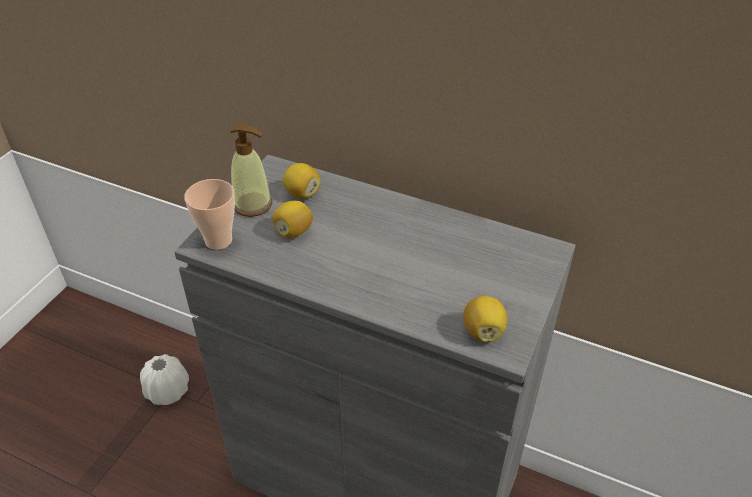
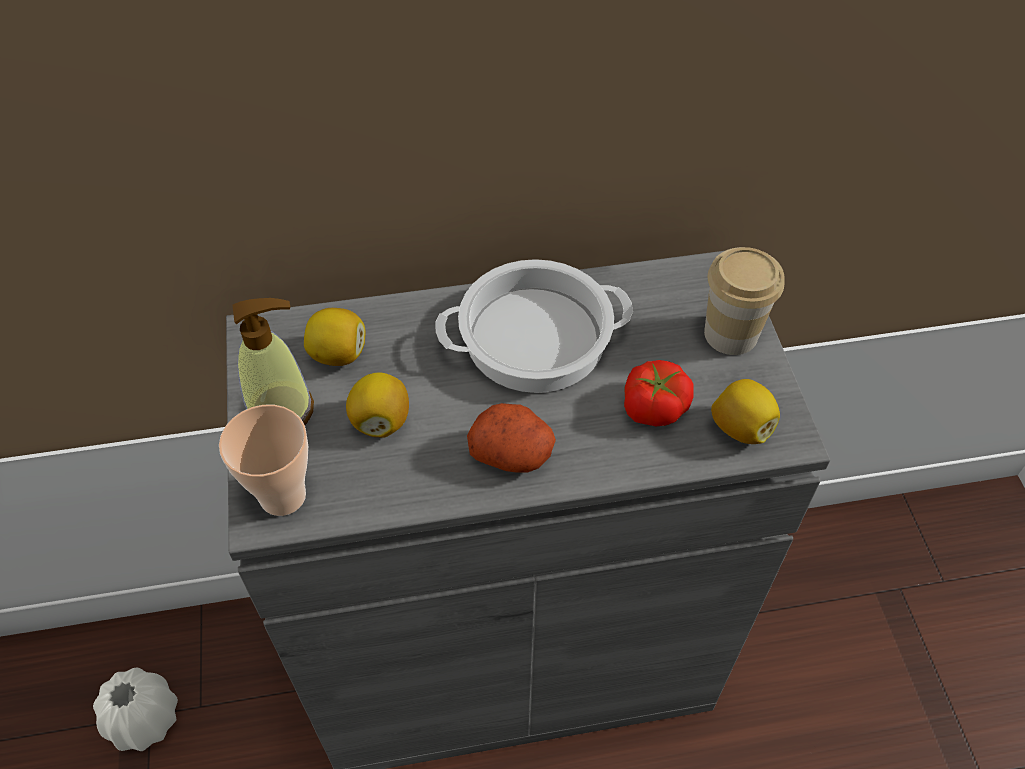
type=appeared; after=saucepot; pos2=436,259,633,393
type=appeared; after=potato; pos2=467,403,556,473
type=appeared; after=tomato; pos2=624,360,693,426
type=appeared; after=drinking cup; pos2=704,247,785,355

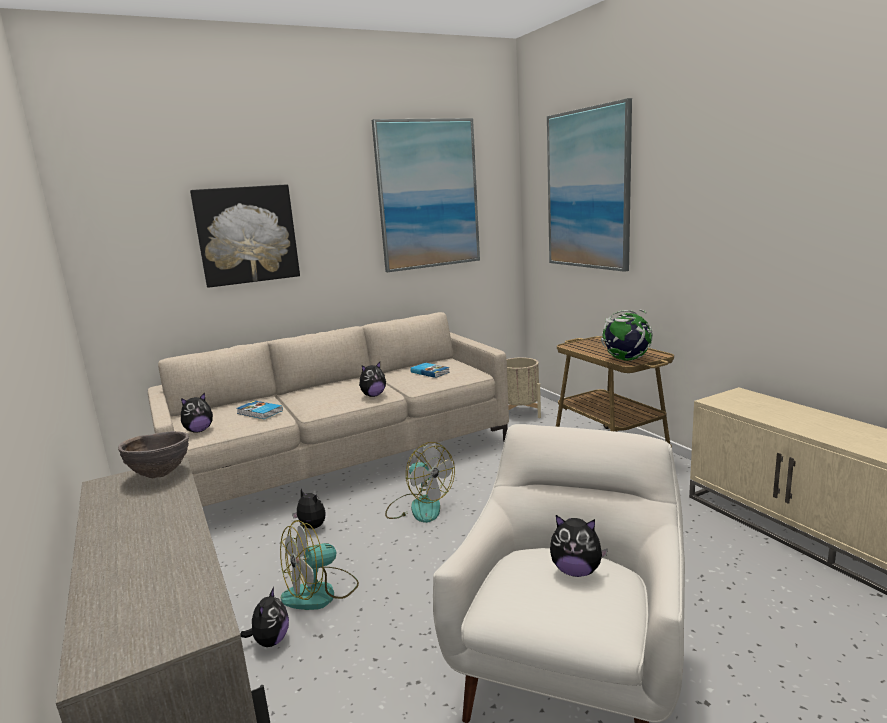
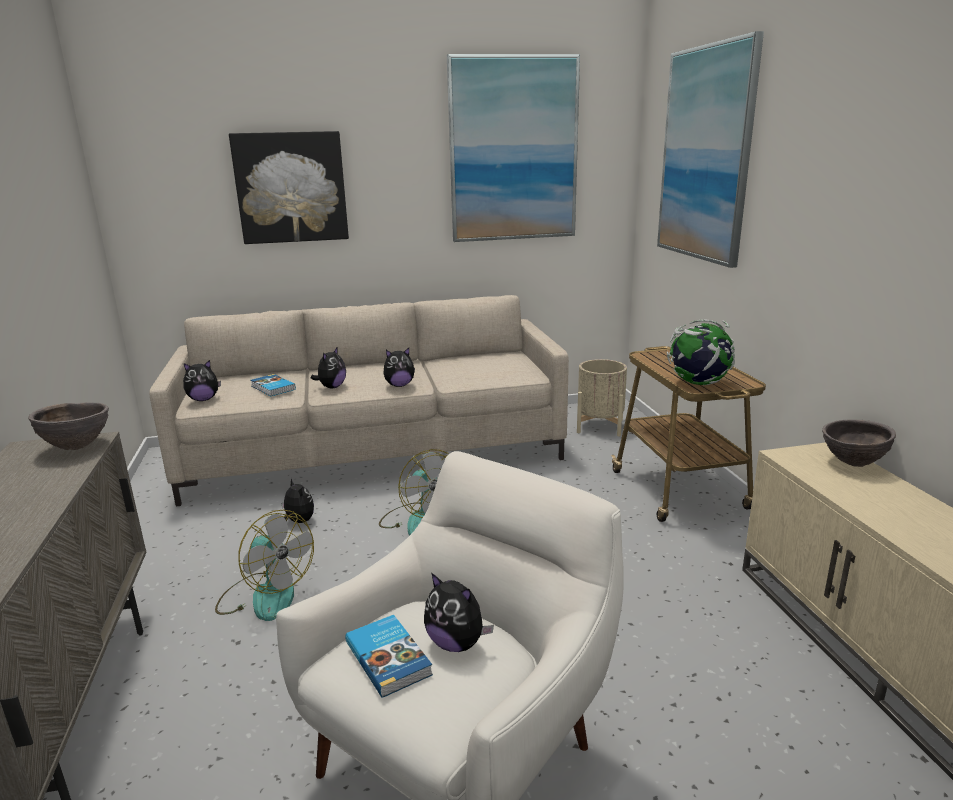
type=relocated; before=soft toy; pos1=240,587,289,647; pos2=311,346,346,388
type=spun; before=electric fan; pos1=280,520,359,610; pos2=215,510,314,621; turn=-120
type=relocated; before=bound book; pos1=410,363,450,378; pos2=345,615,433,698
type=appeared; after=brown-coloured bowl; pos2=822,419,896,467

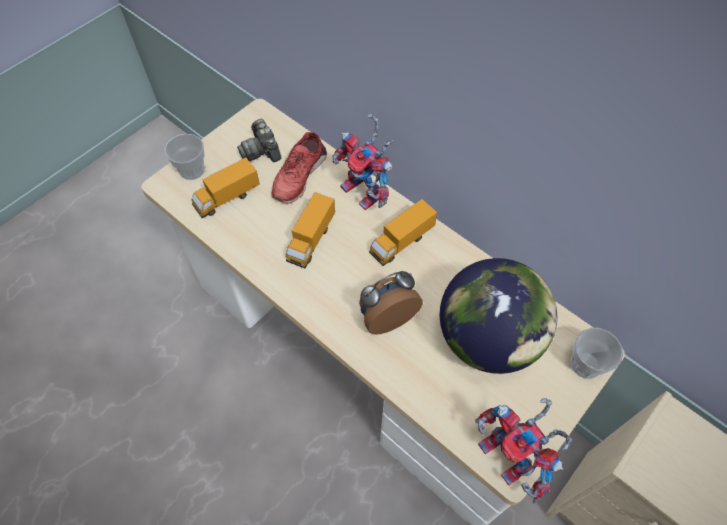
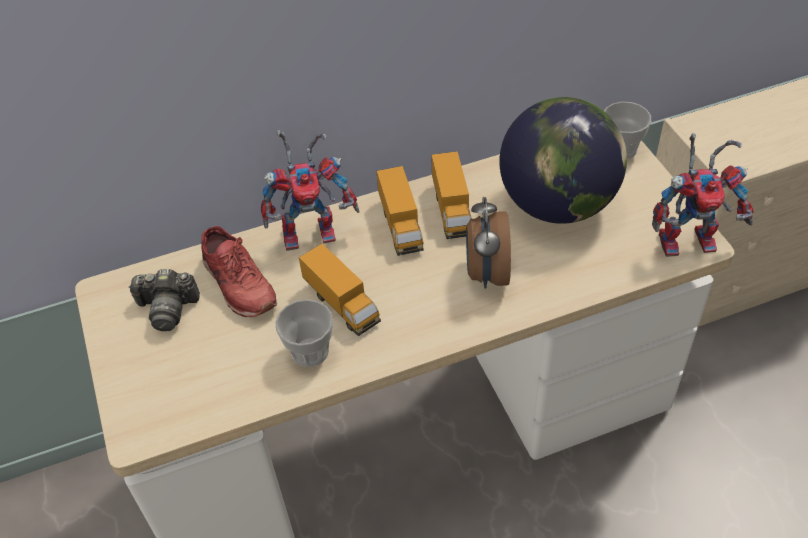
type=relocated; before=drinking cup; pos1=165,134,205,180; pos2=275,299,333,367
type=relocated; before=toy lorry; pos1=192,157,260,218; pos2=431,151,471,239

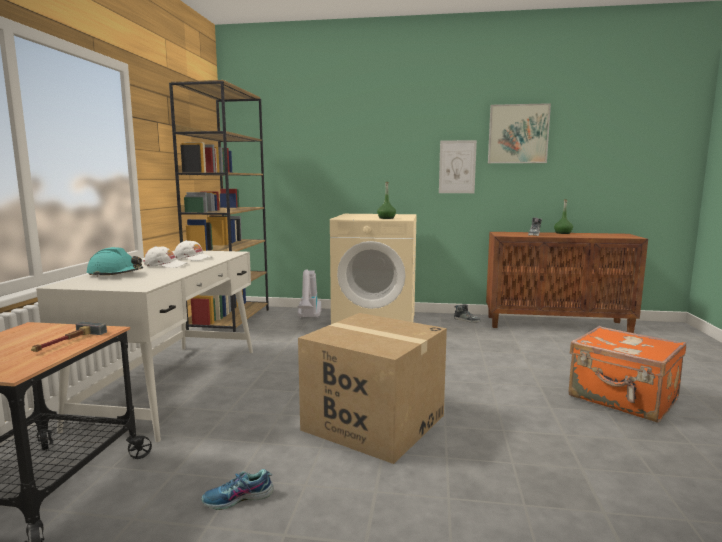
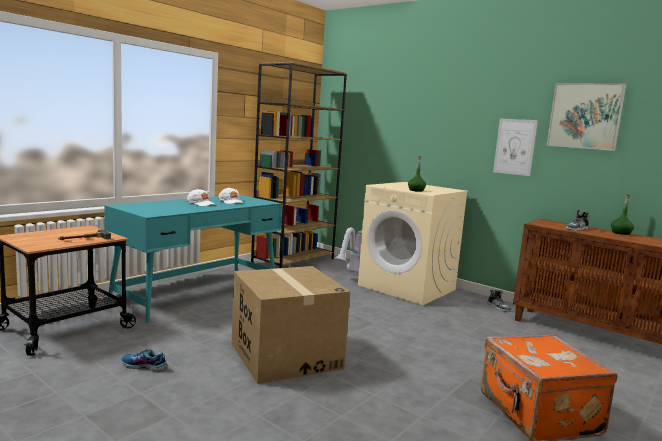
type=colour; before=white-coloured desk table; after=turquoise-coloured desk table; pos1=36,251,253,442; pos2=104,195,282,323
type=missing; before=turquoise-coloured hard hat; pos1=86,247,143,277

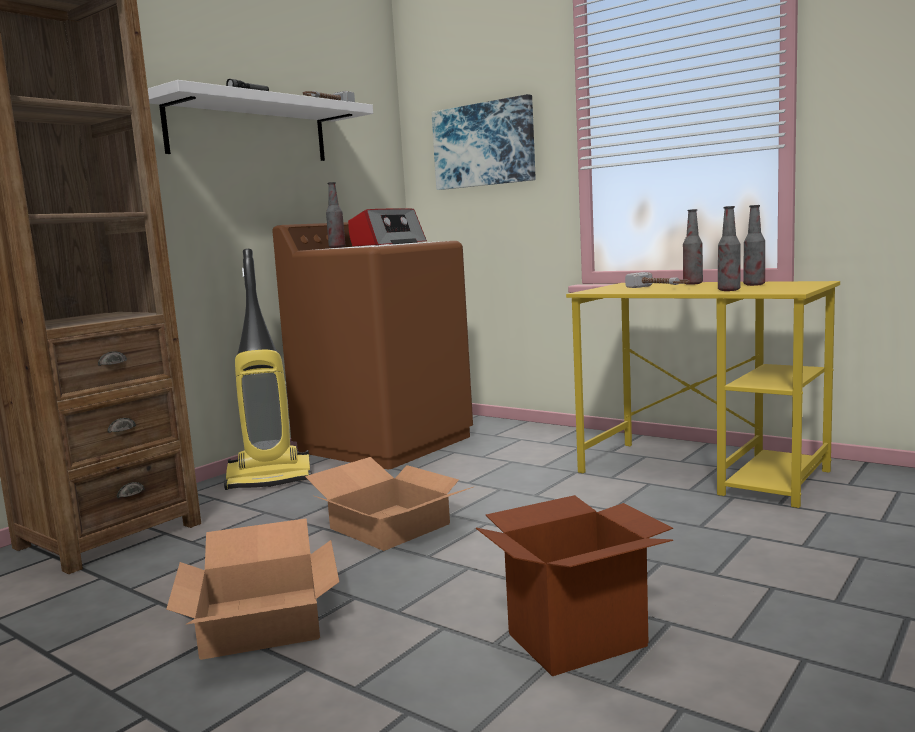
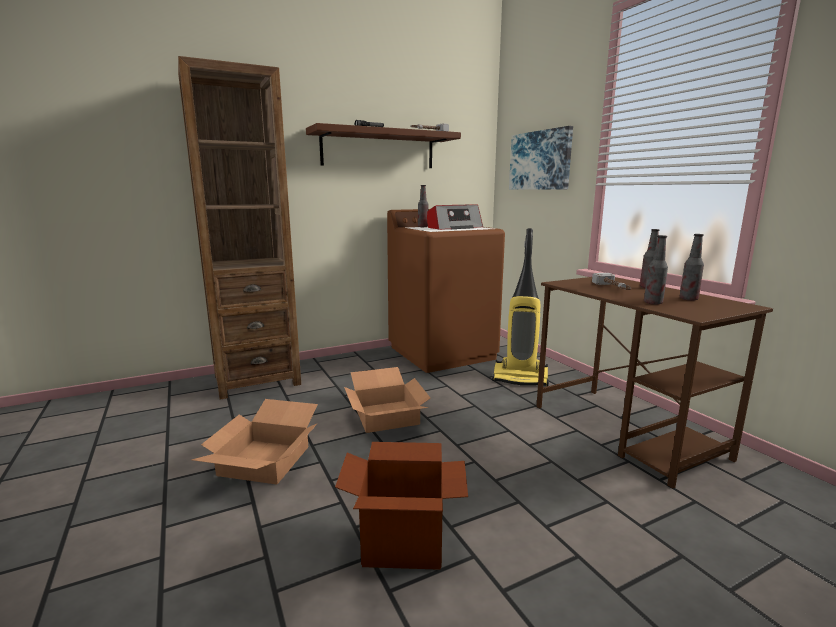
type=colour; before=white-coloured wall shelf; after=brown-coloured wall shelf; pos1=148,80,373,161; pos2=306,123,461,168
type=relocated; before=hoover; pos1=224,249,312,490; pos2=492,228,549,386
type=colour; before=yellowish desk table; after=brown-coloured desk table; pos1=566,281,840,508; pos2=537,277,773,489

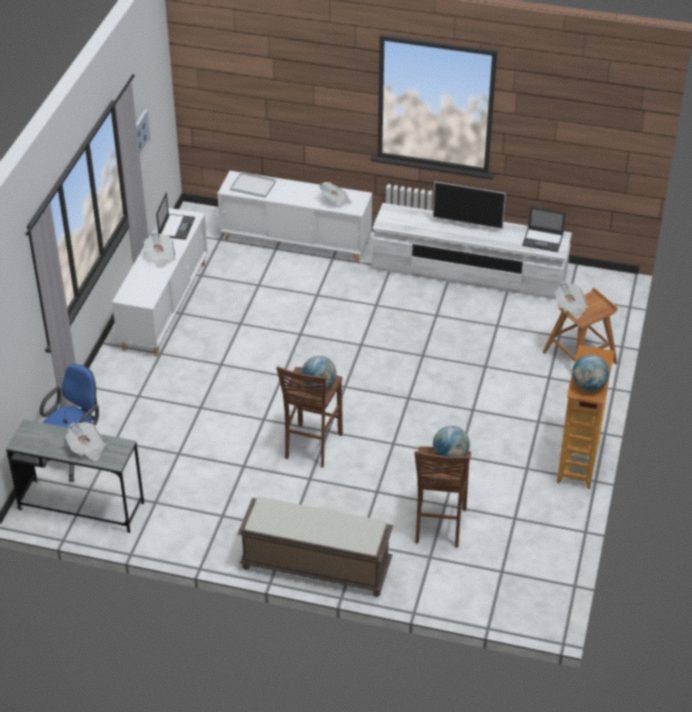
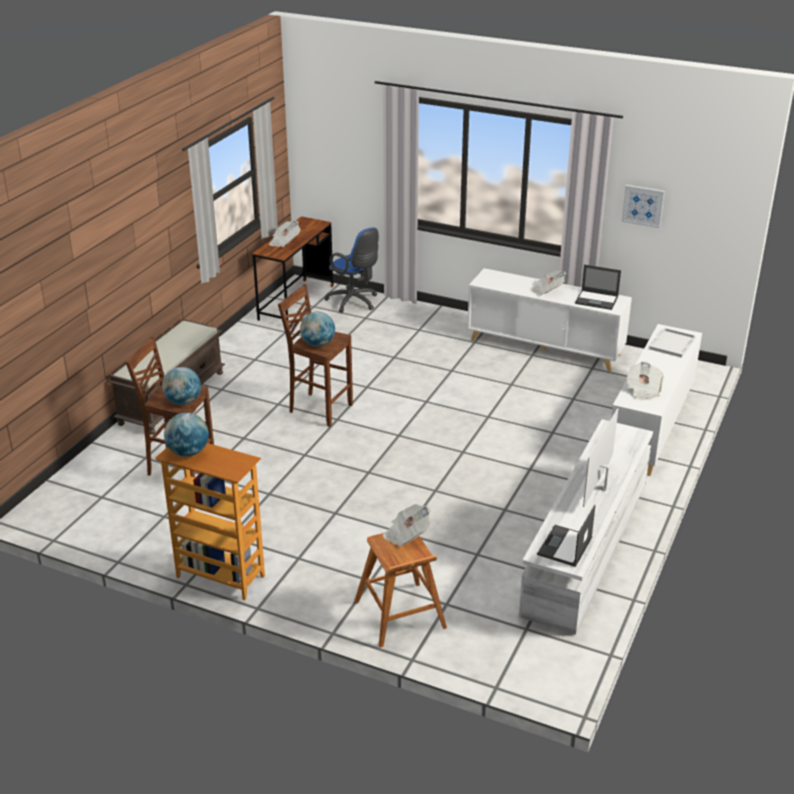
type=colour; before=grey desk table; after=brown-coloured desk table; pos1=6,419,144,533; pos2=252,216,334,326

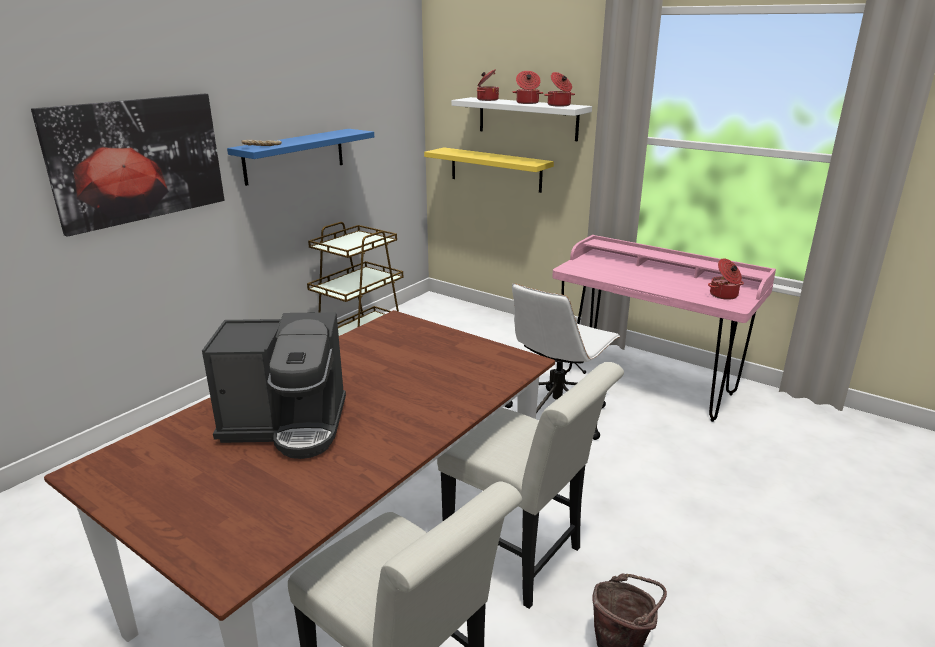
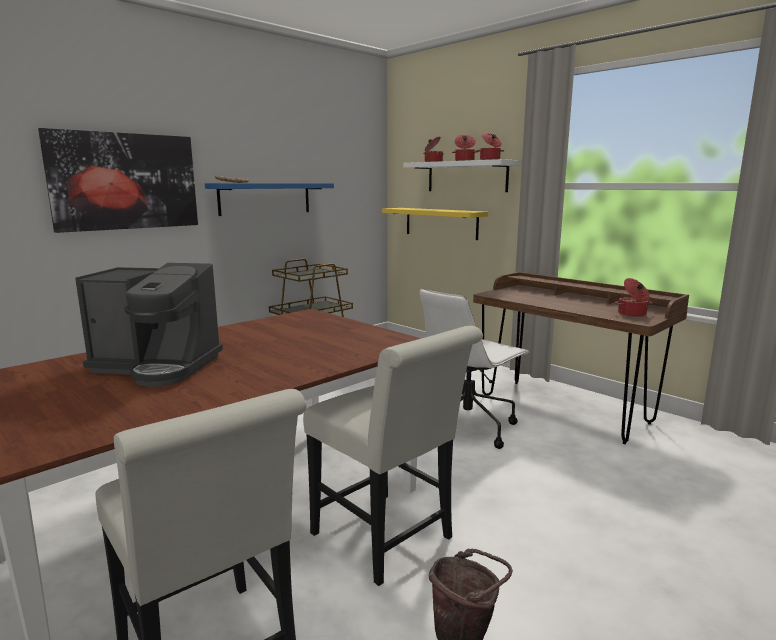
type=colour; before=pink desk table; after=brown-coloured desk table; pos1=552,235,776,422; pos2=473,272,689,444

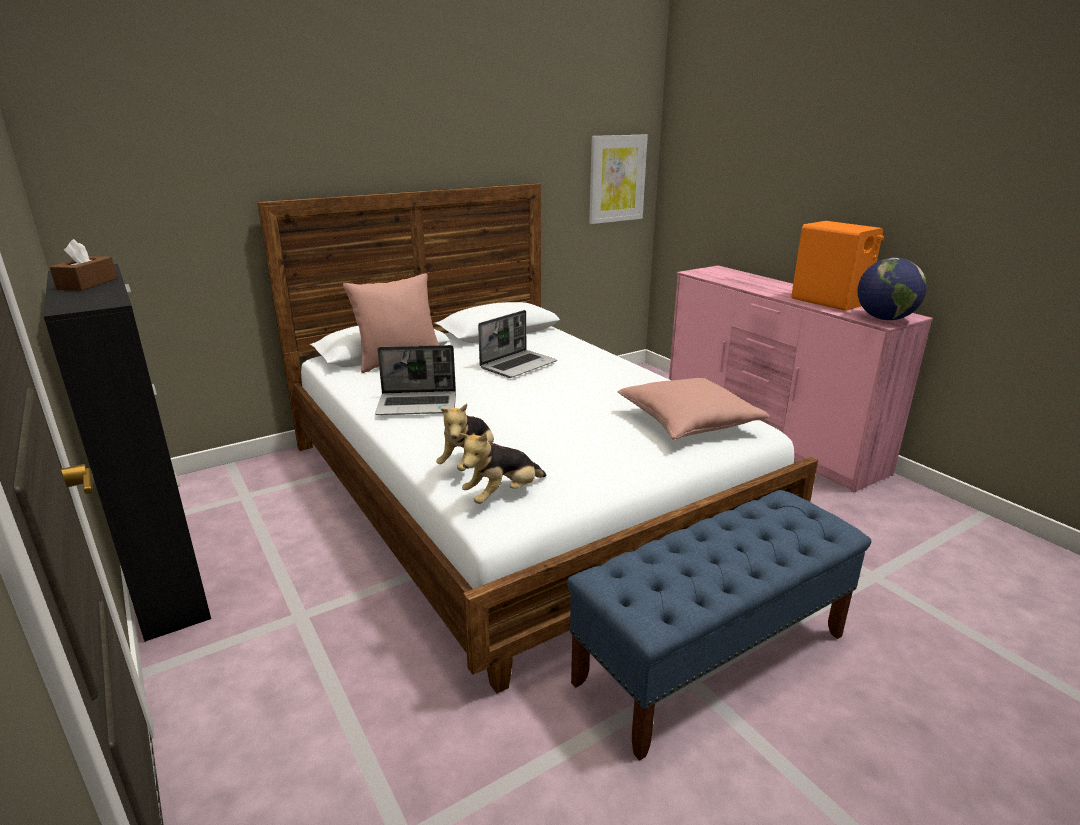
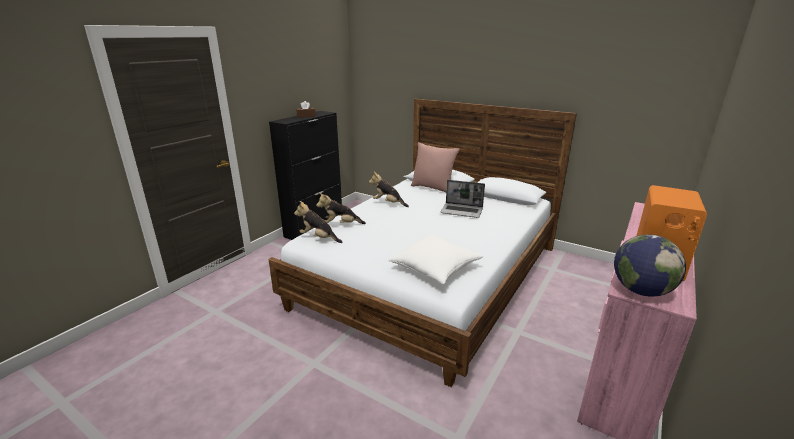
type=exchanged; before=laptop; after=soft toy; pos1=375,345,456,415; pos2=369,172,409,207
type=missing; before=blue bench; pos1=567,490,871,761
type=missing; before=wall picture; pos1=589,135,648,224
type=colour; before=pink cushion; after=white-coloured cushion; pos1=618,378,769,440; pos2=389,234,483,284

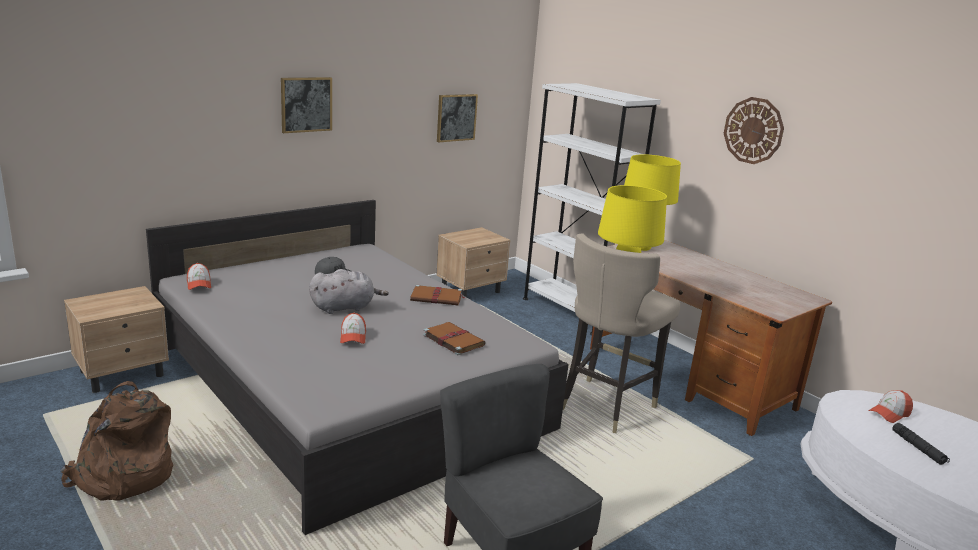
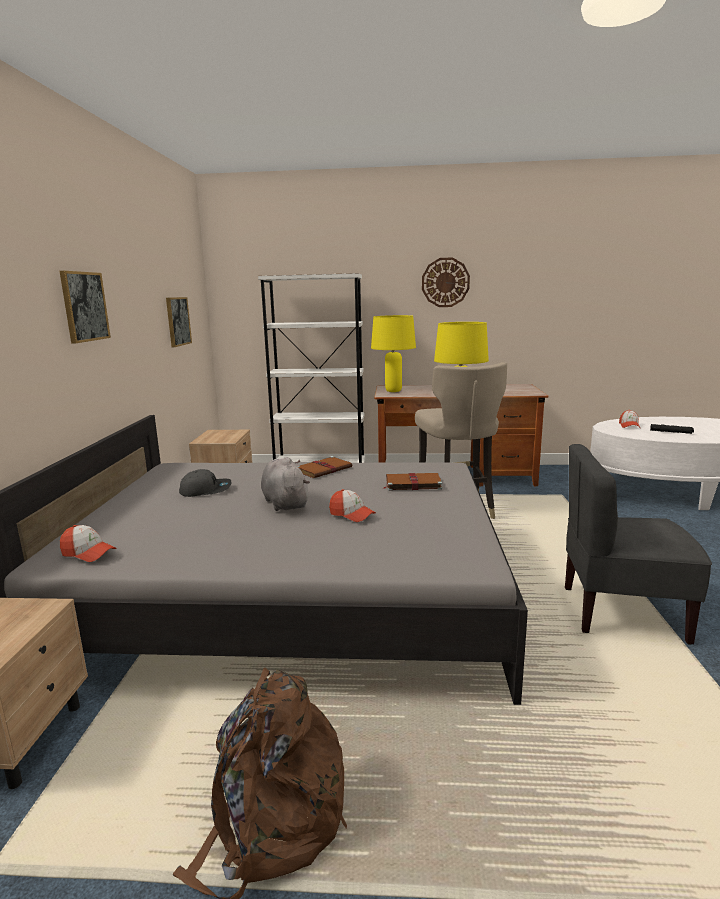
type=spun; before=grey soft toy; pos1=309,269,389,314; pos2=261,457,310,511; turn=-45

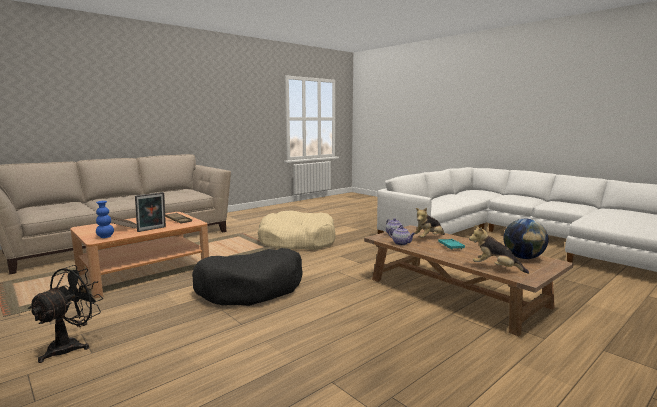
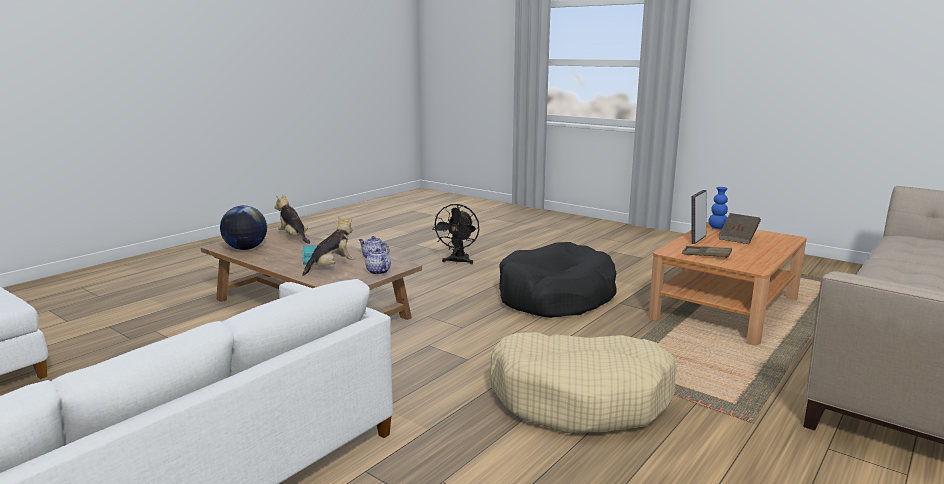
type=relocated; before=blackish electric fan; pos1=28,265,103,363; pos2=433,204,479,264
type=spun; before=soft toy; pos1=469,225,529,274; pos2=274,194,310,244; turn=-150

